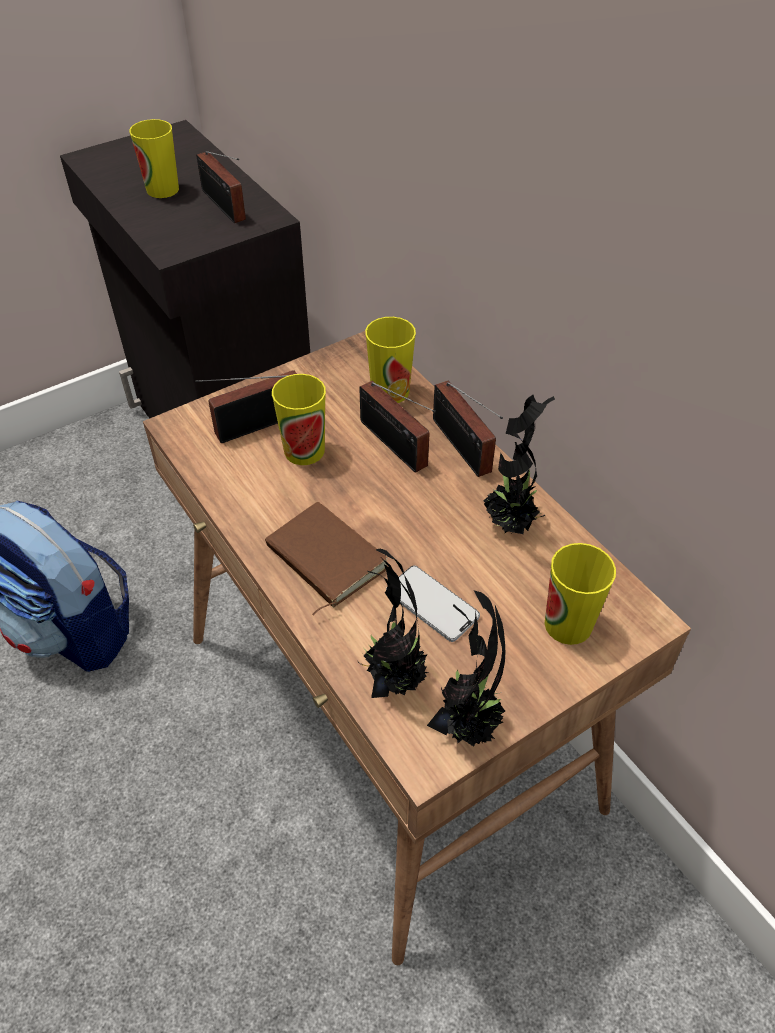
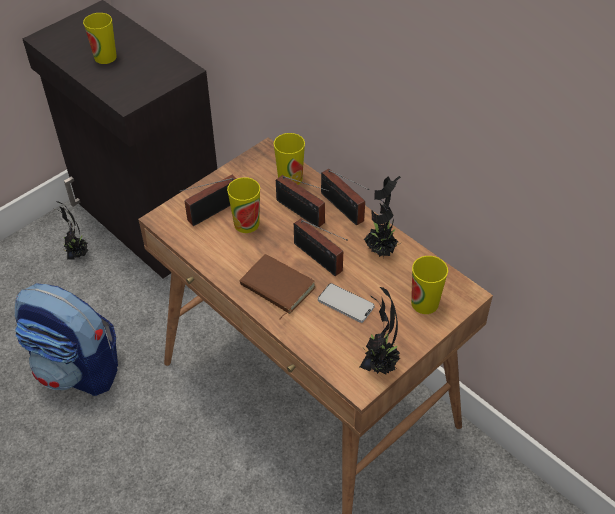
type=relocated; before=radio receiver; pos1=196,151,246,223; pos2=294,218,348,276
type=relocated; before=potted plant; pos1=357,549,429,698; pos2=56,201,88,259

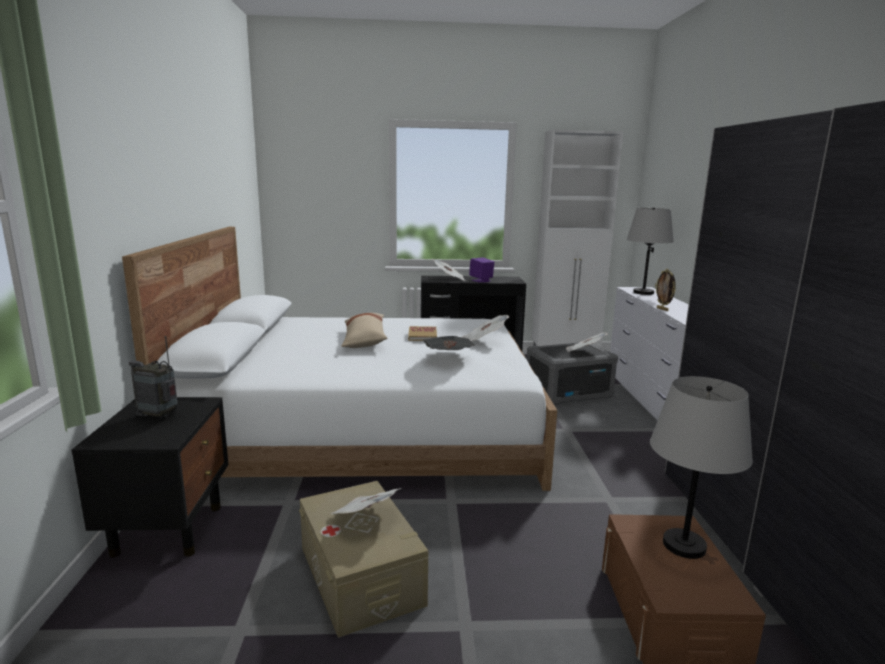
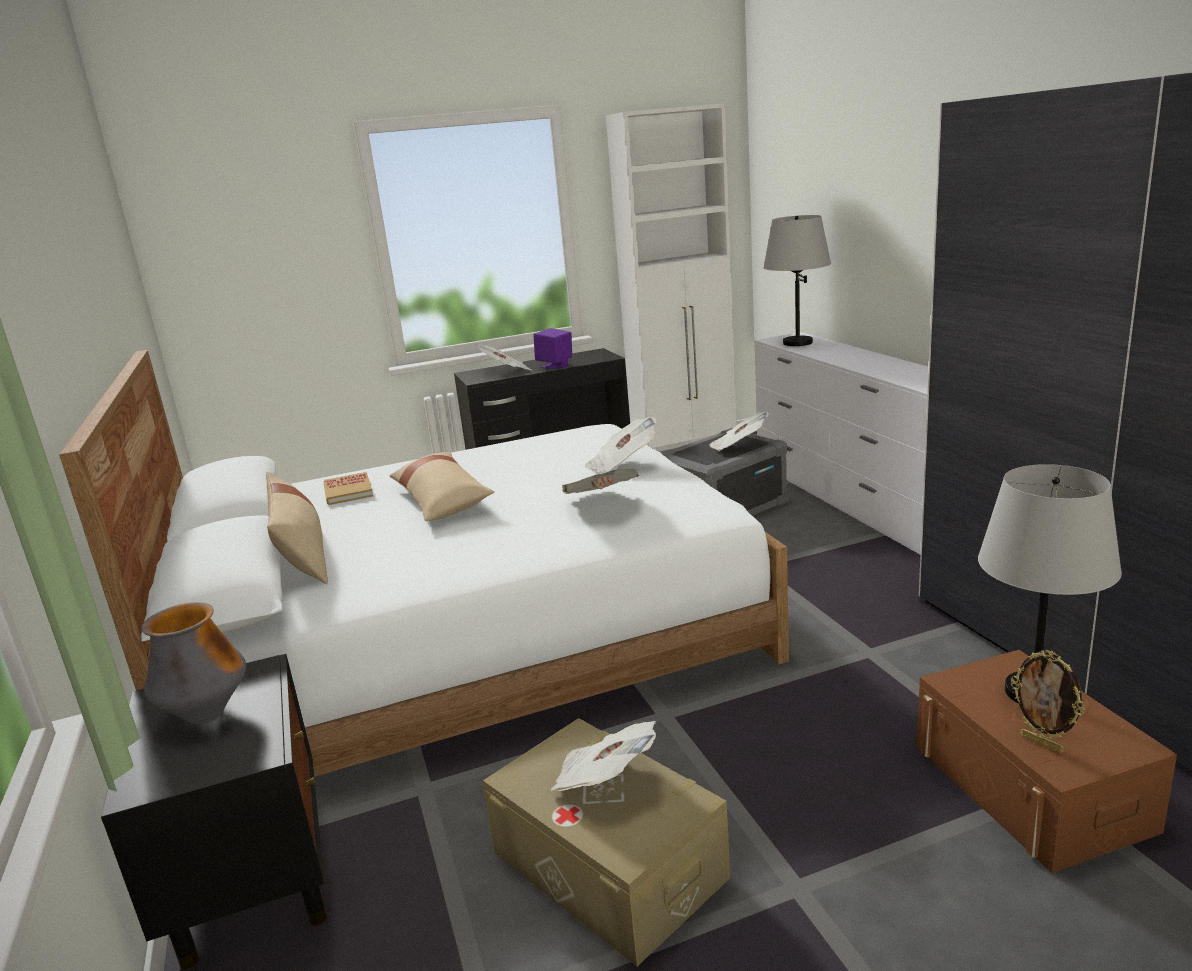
type=exchanged; before=radio receiver; after=decorative vase; pos1=129,336,178,419; pos2=141,602,246,724
type=relocated; before=bound book; pos1=408,326,437,341; pos2=323,472,373,505
type=relocated; before=photo frame; pos1=655,269,676,311; pos2=1011,650,1085,753
type=appeared; after=sand-coloured cushion; pos2=266,472,328,584

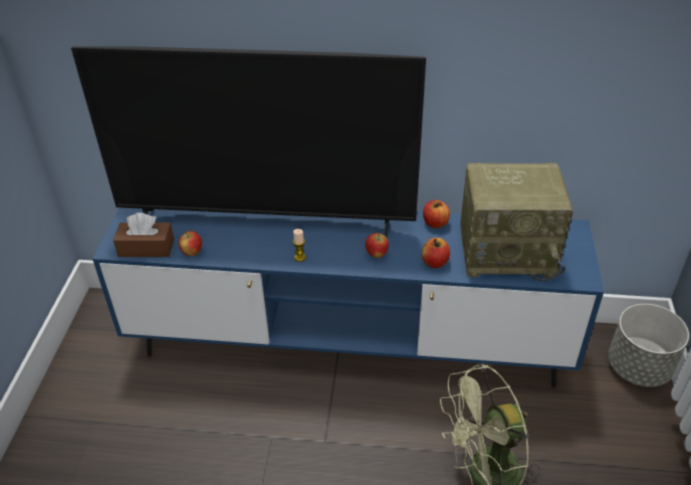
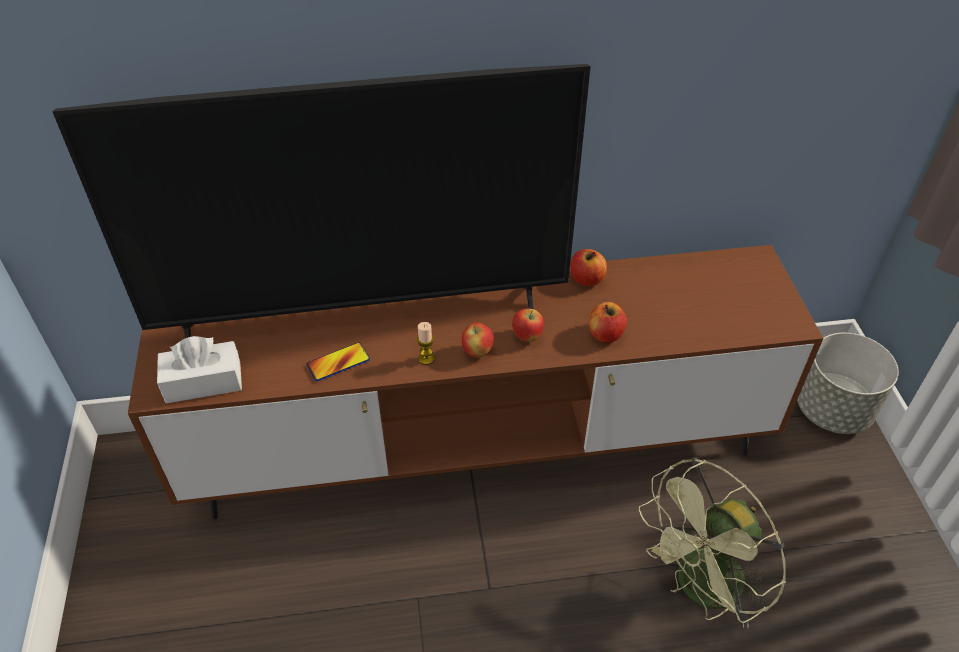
type=colour; before=blue tv stand; after=brown-coloured tv stand; pos1=93,208,604,388; pos2=128,245,823,520
type=colour; before=brown-coloured box of tissues; after=white-coloured box of tissues; pos1=113,213,174,257; pos2=157,336,242,403
type=relocated; before=whole apple; pos1=179,231,202,256; pos2=461,323,494,358
type=missing; before=radio receiver; pos1=460,163,573,281
type=appeared; after=telephone; pos2=306,342,370,381

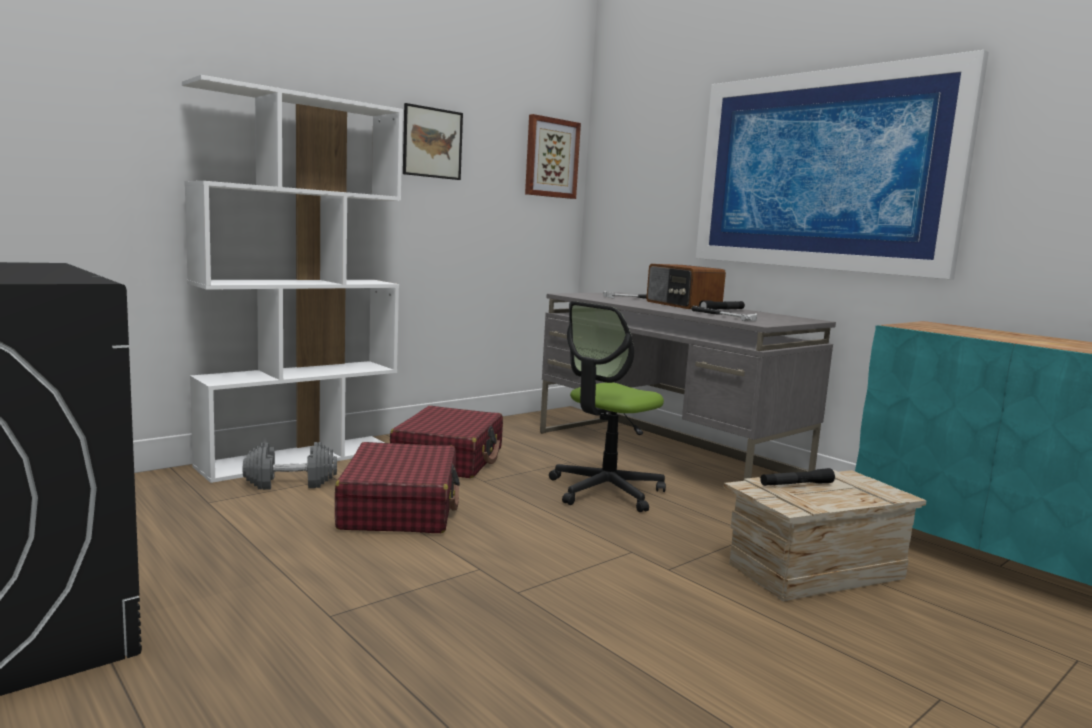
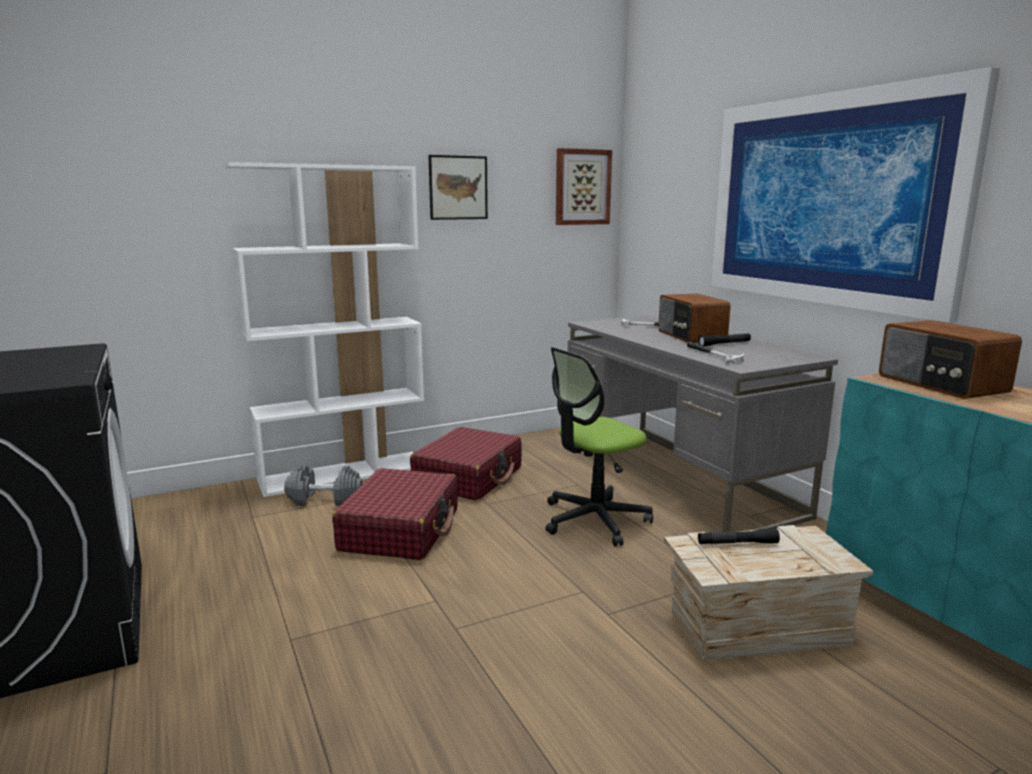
type=appeared; after=radio receiver; pos2=879,320,1022,399

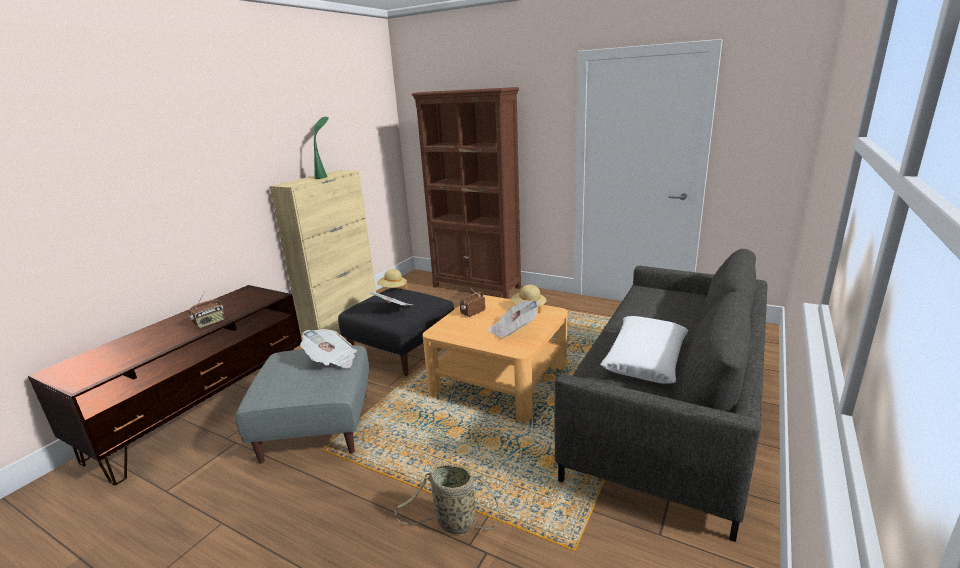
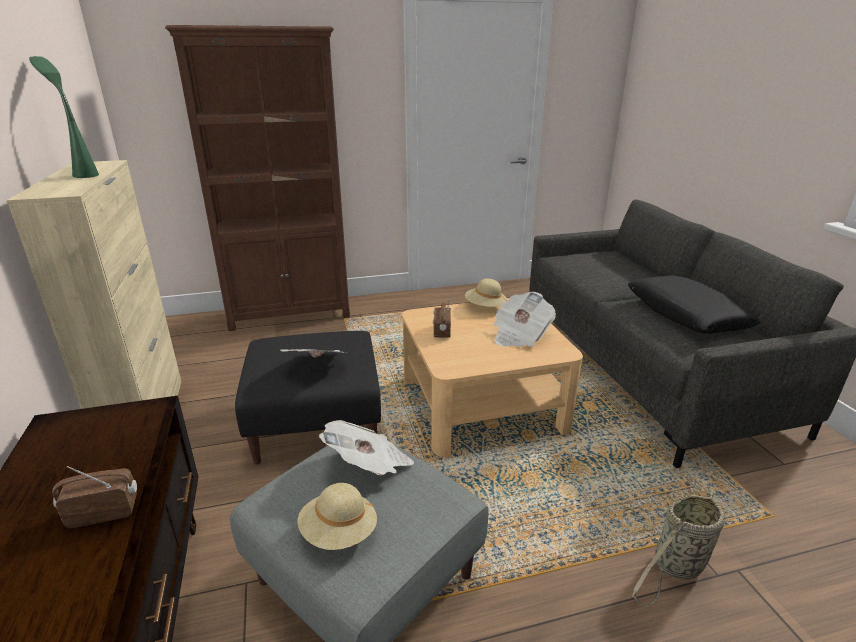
type=spun; before=radio receiver; pos1=189,292,225,328; pos2=52,466,137,528; turn=-105
type=relocated; before=sand-coloured wearable hat; pos1=377,269,407,289; pos2=298,483,377,550
type=colour; before=white-coloured cushion; after=blackish cushion; pos1=601,316,688,384; pos2=628,276,760,334

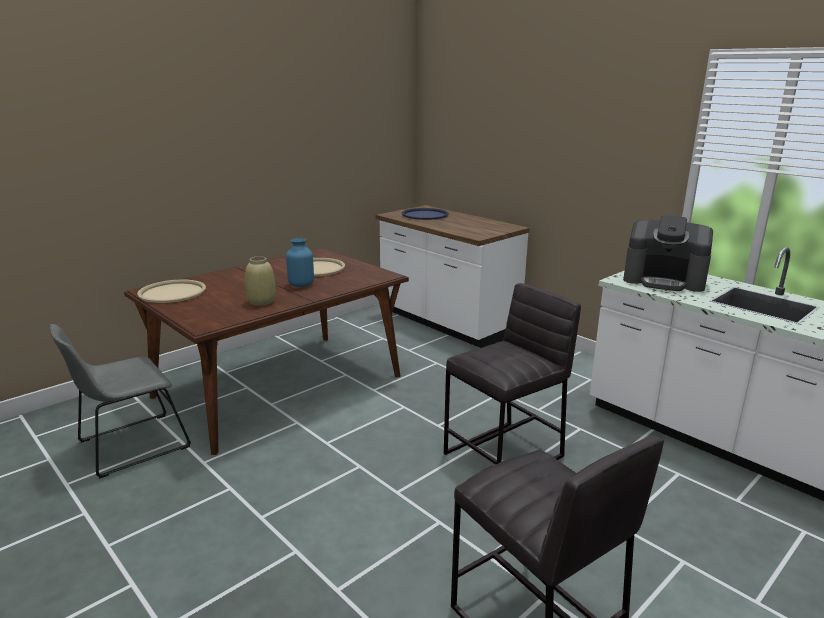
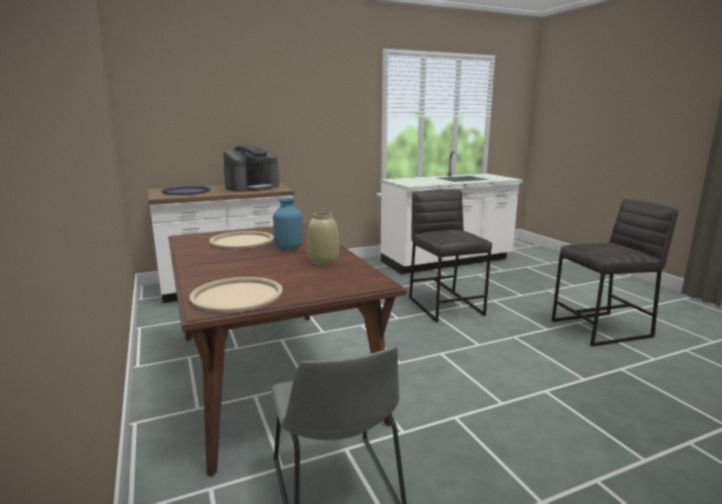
type=relocated; before=coffee brewer; pos1=623,215,713,292; pos2=223,145,279,192

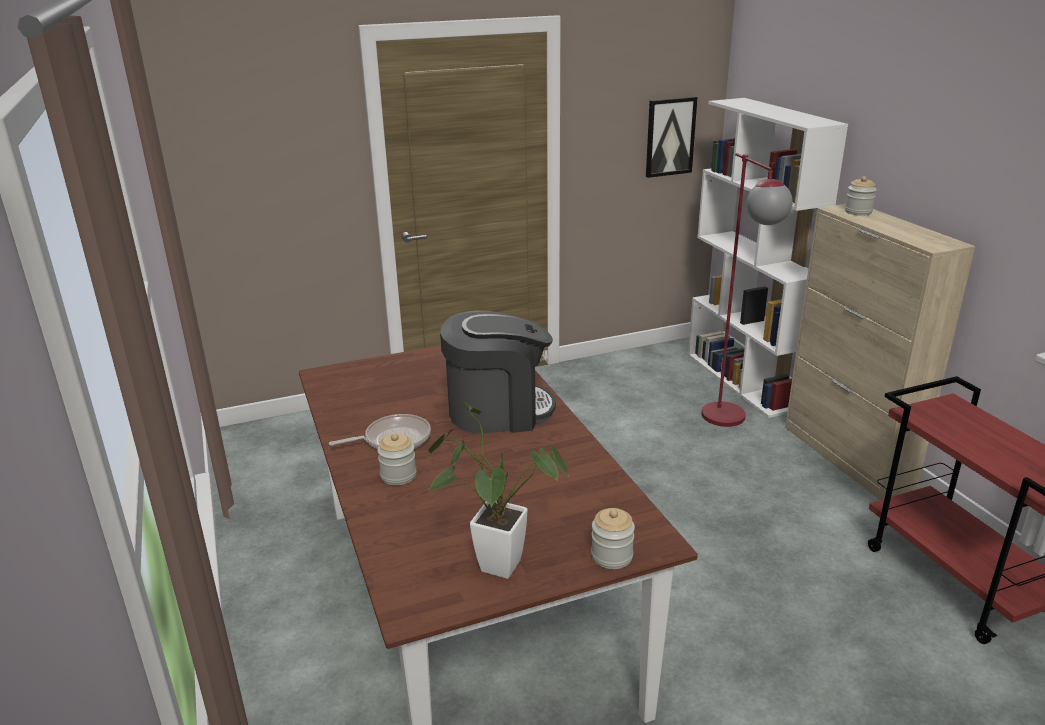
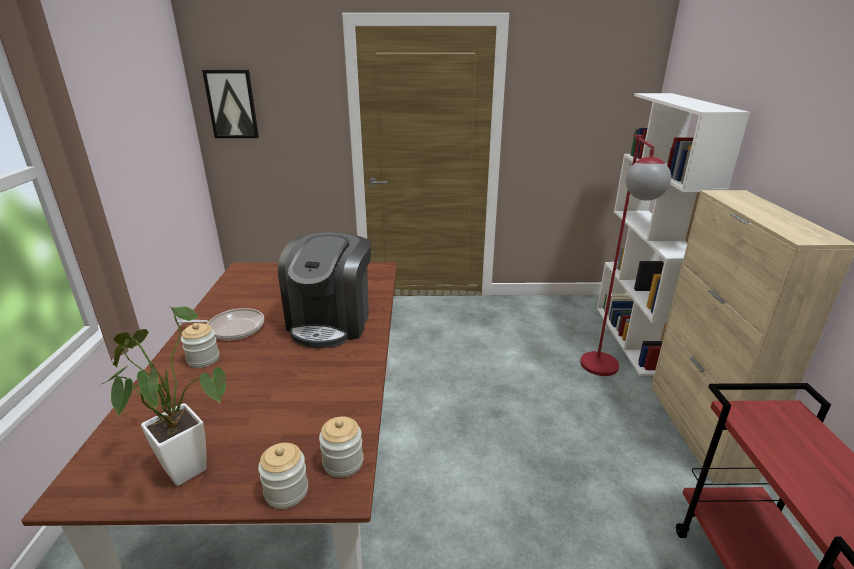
type=spun; before=coffee brewer; pos1=440,310,556,433; pos2=278,232,371,348; turn=90
type=relocated; before=wall picture; pos1=646,97,697,178; pos2=202,70,259,138
type=relocated; before=jar; pos1=845,176,877,216; pos2=319,417,363,478

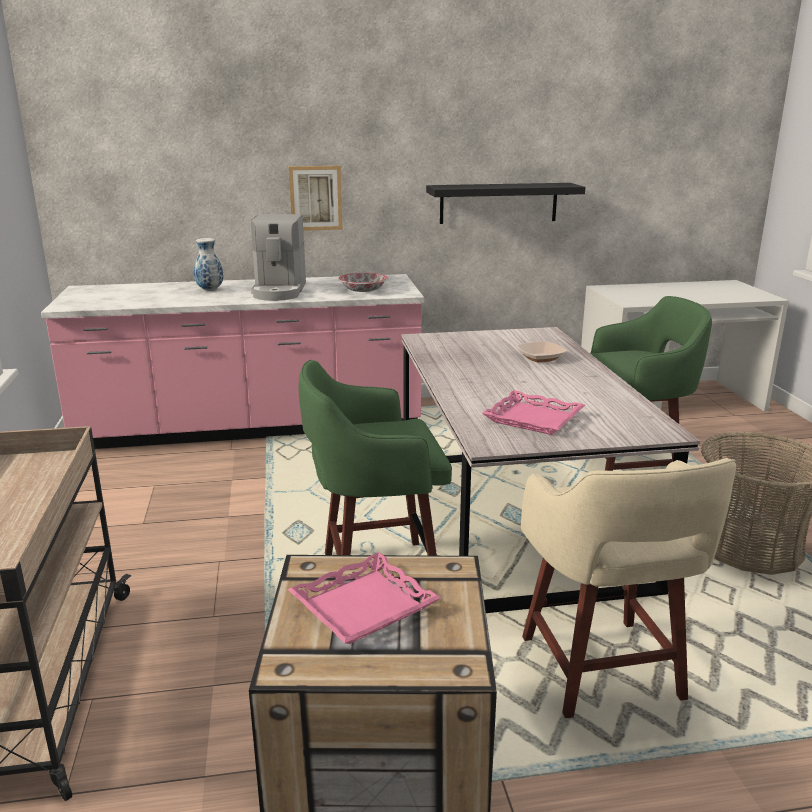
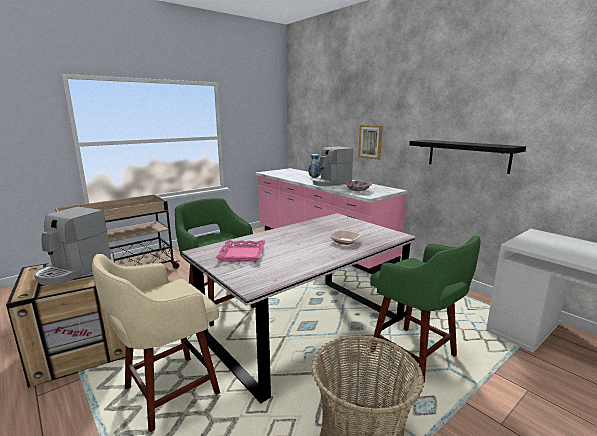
type=exchanged; before=pink tray; after=coffee brewer; pos1=287,552,441,644; pos2=34,207,112,285

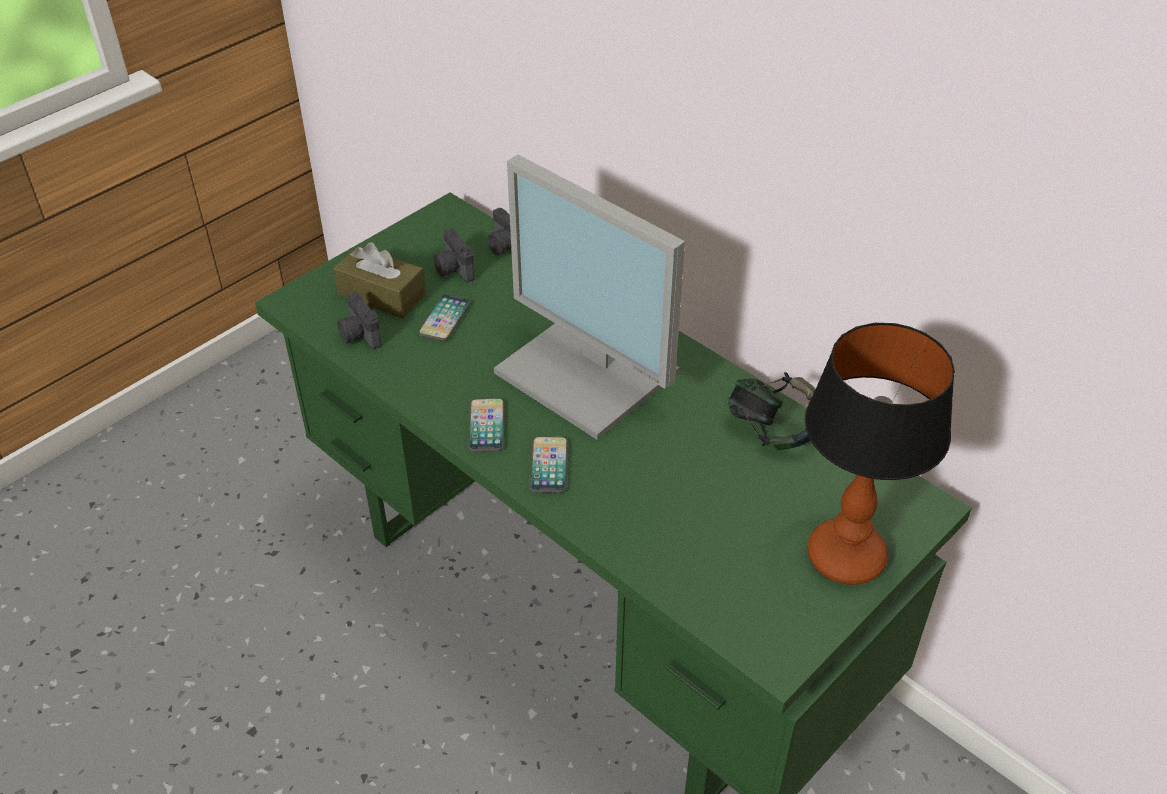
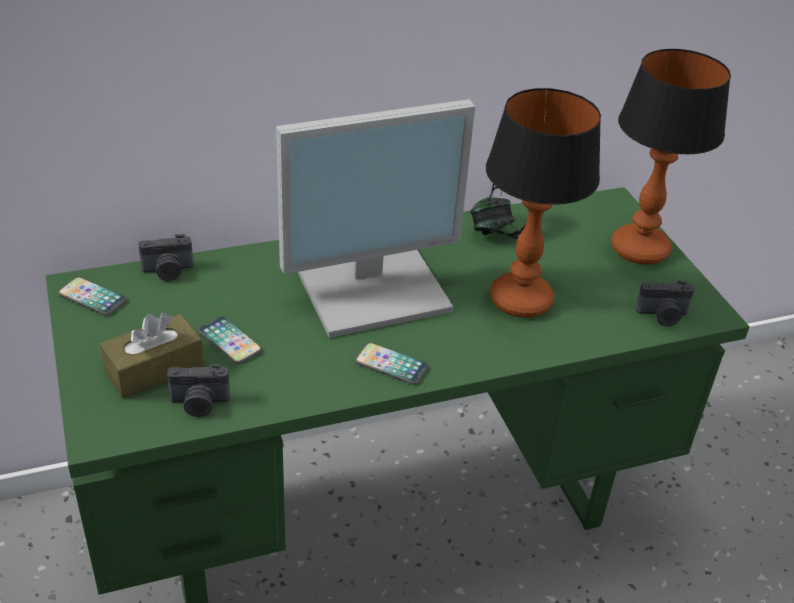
type=relocated; before=photo camera; pos1=433,228,475,282; pos2=635,280,694,326
type=relocated; before=telephone; pos1=530,436,568,493; pos2=58,277,127,315
type=appeared; after=tabletop lamp; pos2=486,88,601,318

